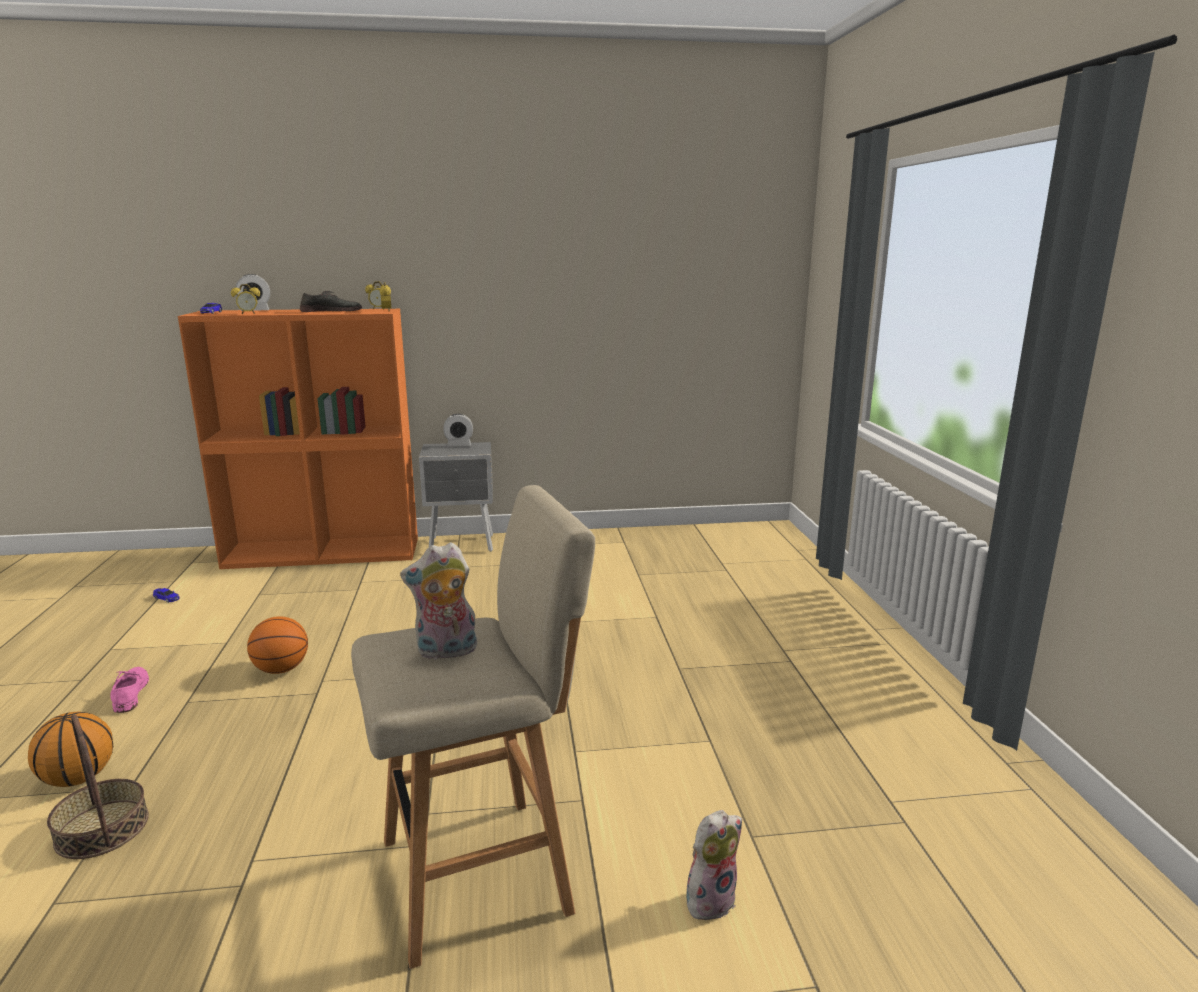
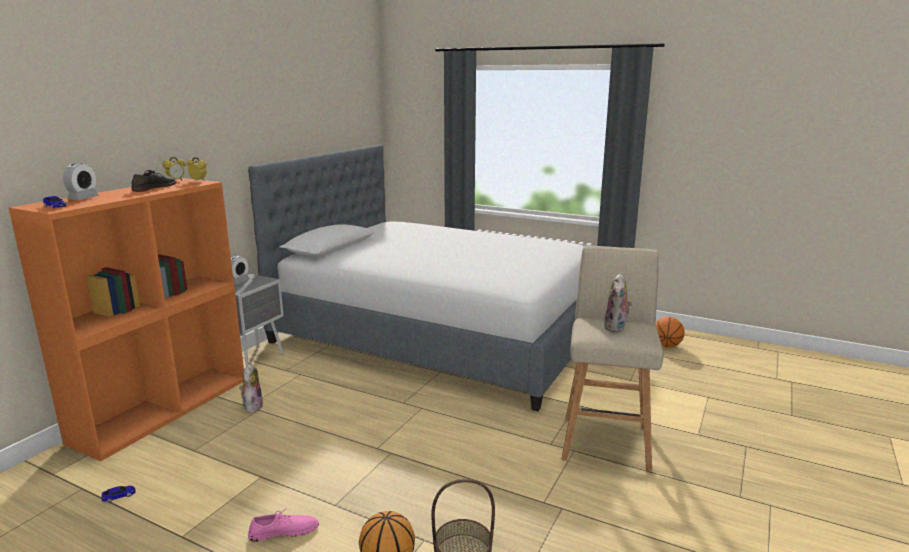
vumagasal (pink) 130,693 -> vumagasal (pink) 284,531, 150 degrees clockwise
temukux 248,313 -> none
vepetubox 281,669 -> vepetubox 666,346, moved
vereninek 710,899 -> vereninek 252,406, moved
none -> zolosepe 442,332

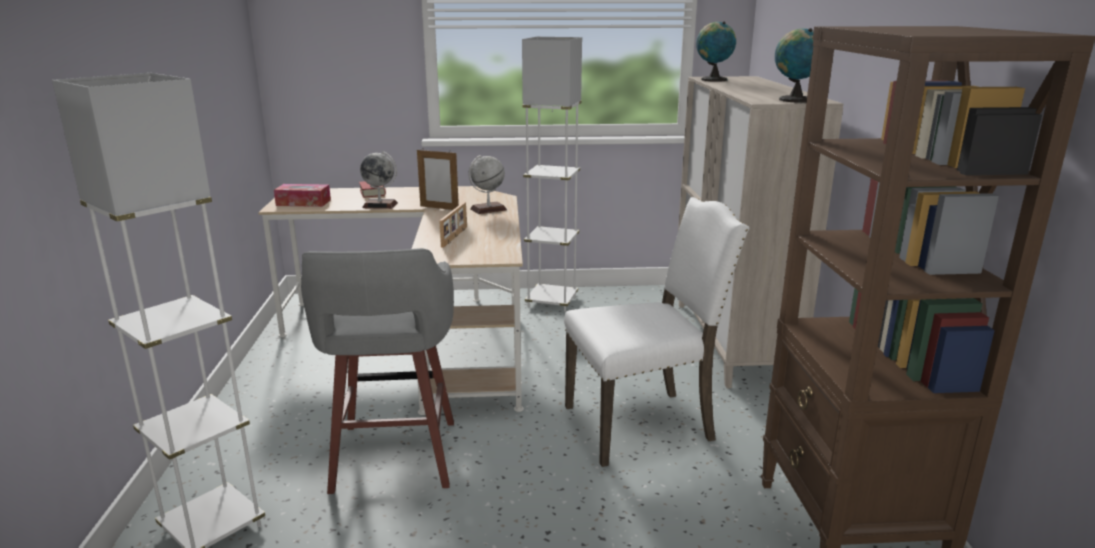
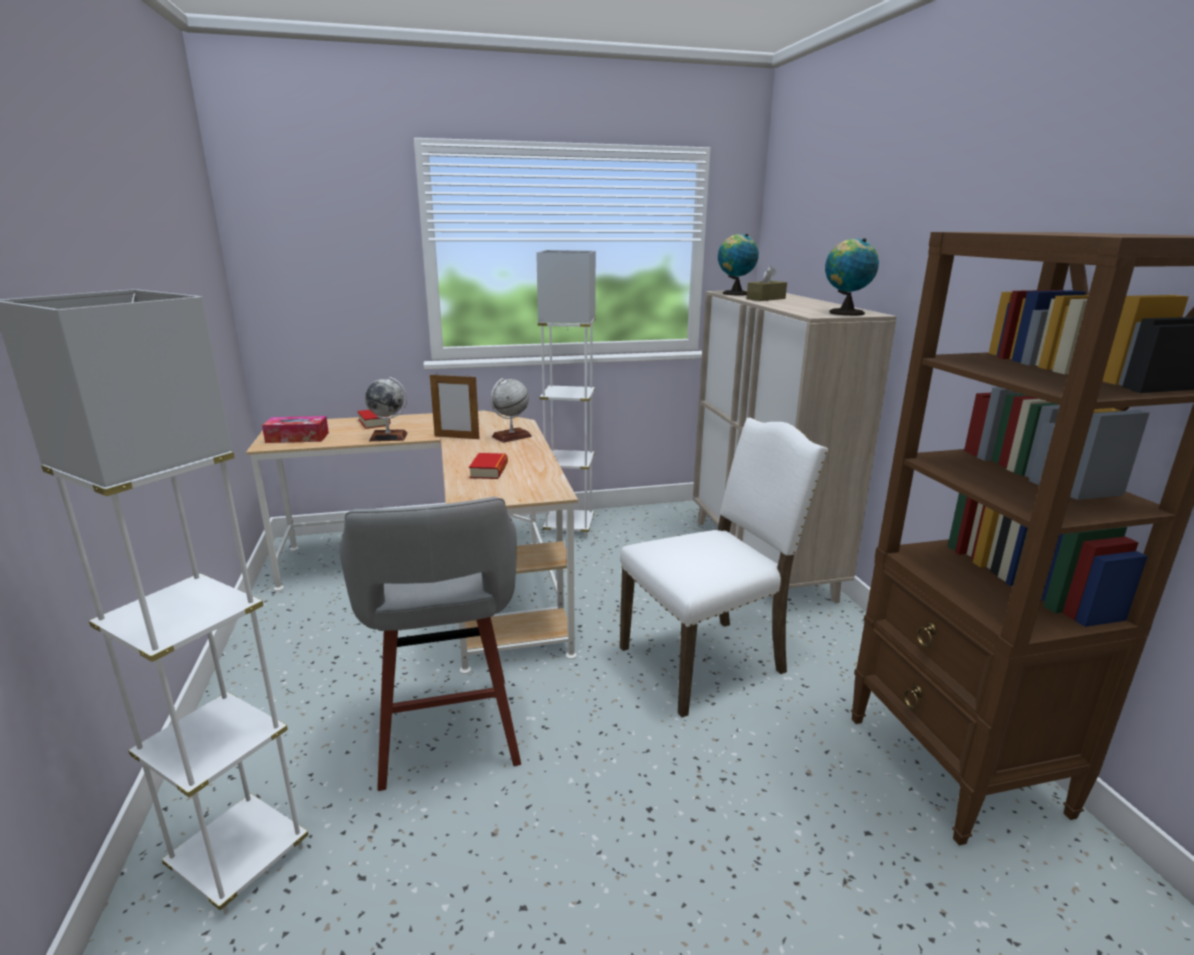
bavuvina 455,237 -> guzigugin 489,471
none -> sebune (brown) 766,299

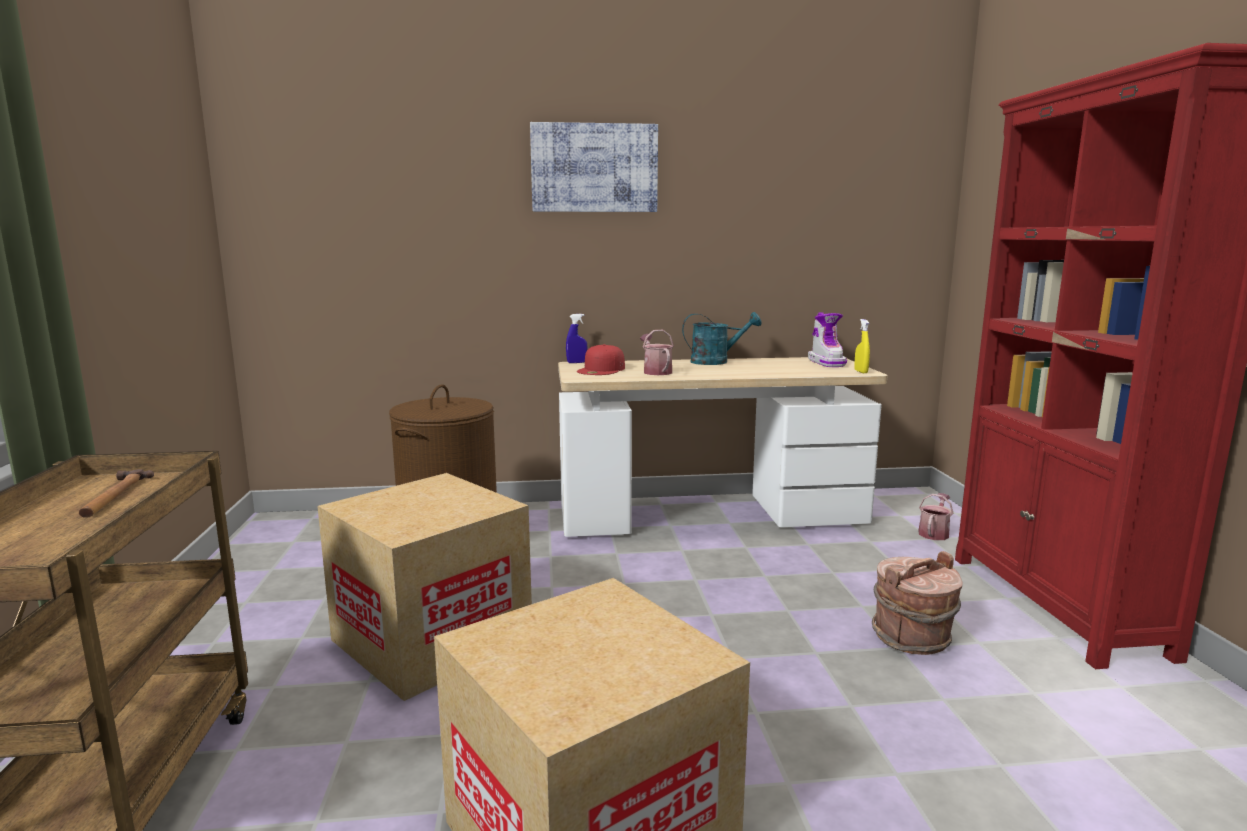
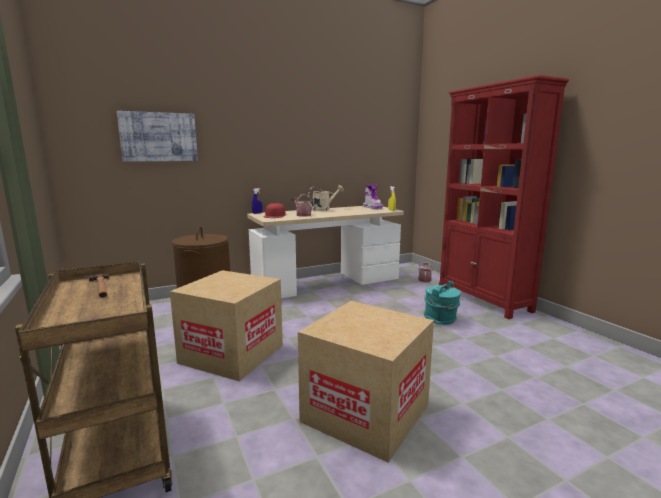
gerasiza 594,168 -> gerasiza 159,137, moved
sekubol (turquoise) 716,361 -> sekubol (beige) 324,209
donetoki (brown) 912,638 -> donetoki (turquoise) 440,319

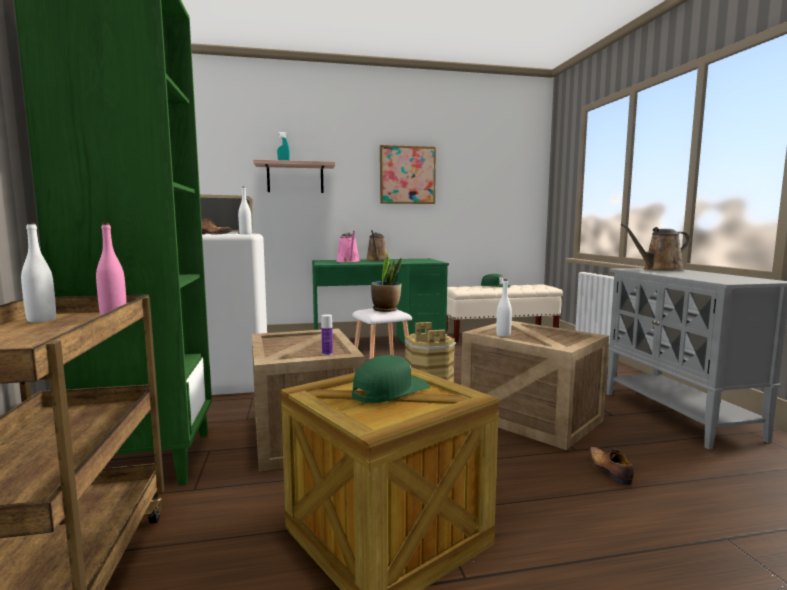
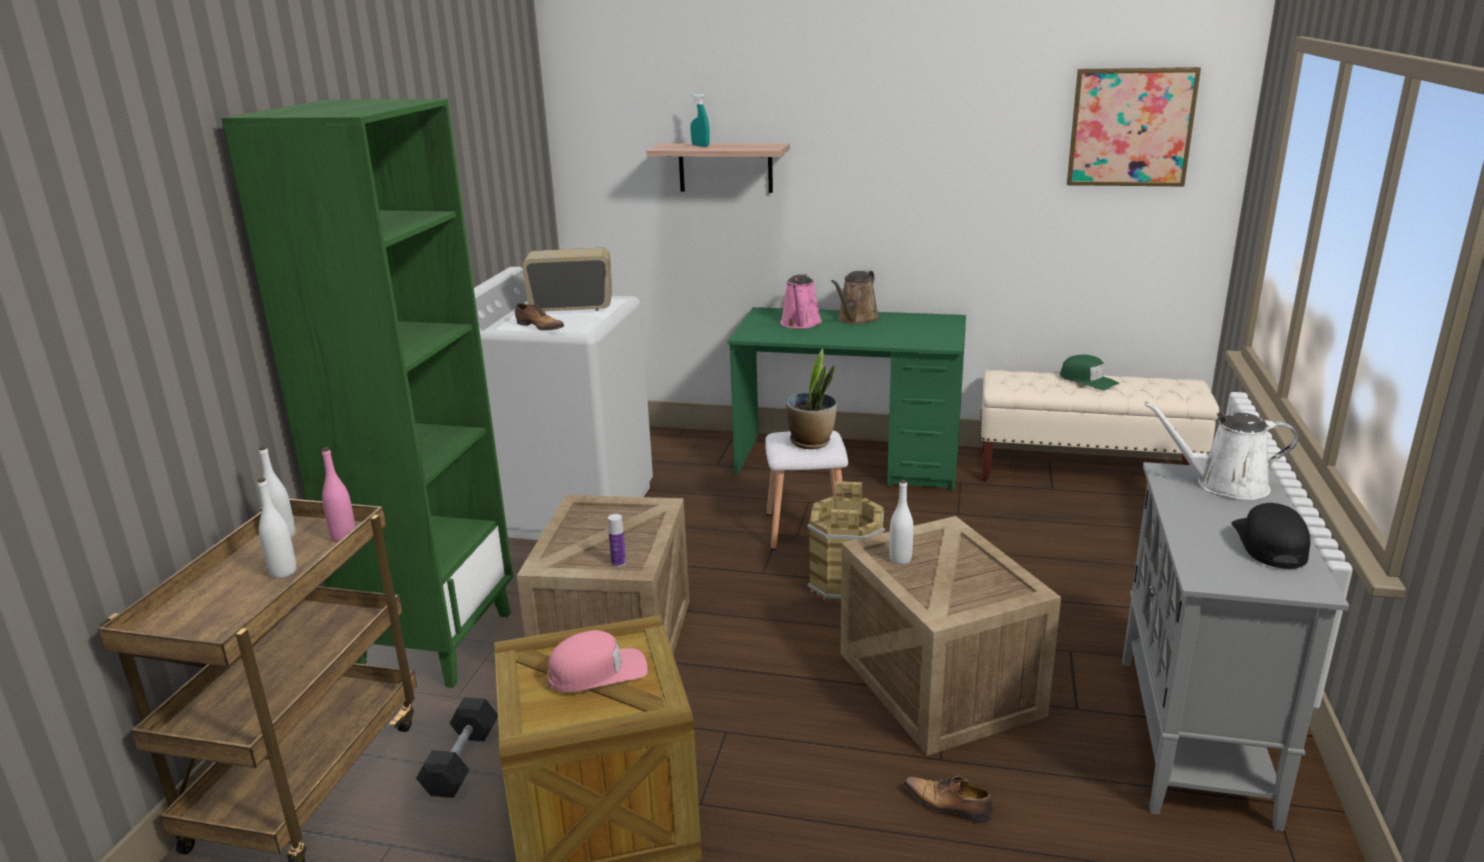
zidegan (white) 245,234 -> zidegan (white) 283,572, moved
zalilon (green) 390,391 -> zalilon (pink) 597,672
gerasiza 407,175 -> gerasiza 1130,127, moved
vumagasal 609,470 -> vumagasal 948,805, 75 degrees counterclockwise
sekubol (brown) 659,269 -> sekubol (white) 1224,485
none -> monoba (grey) 461,761
none -> zalilon (black) 1269,544

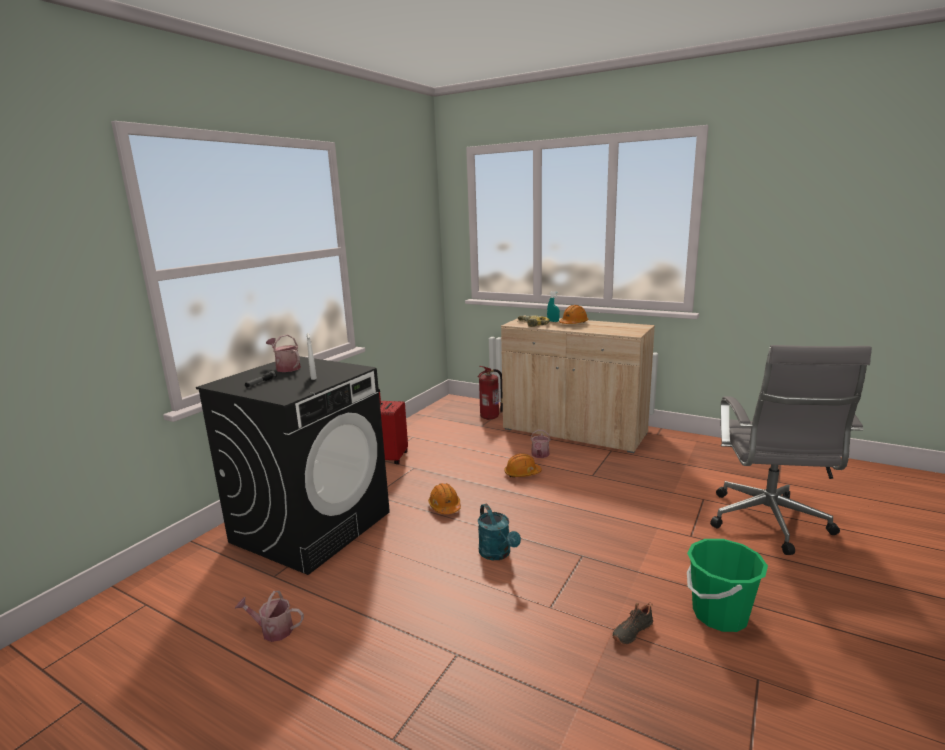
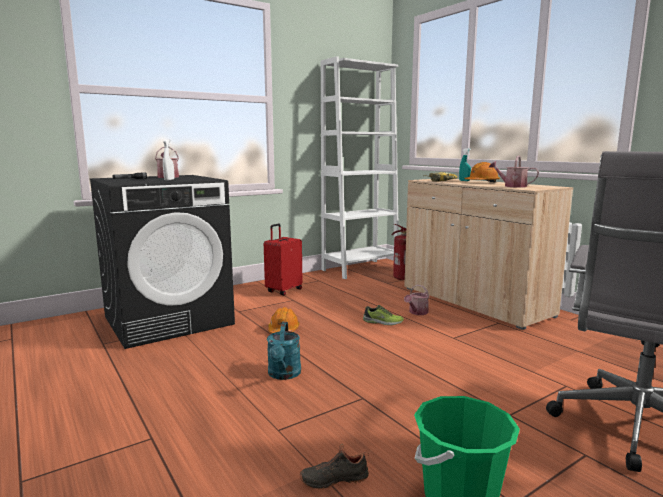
sekubol 273,630 -> sekubol 512,186, moved
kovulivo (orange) 522,473 -> vumagasal 382,322
none -> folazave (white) 360,269

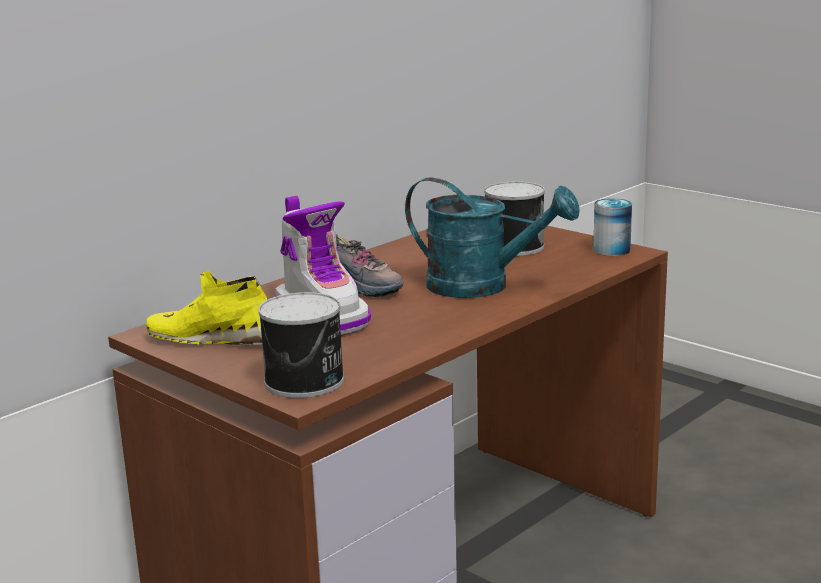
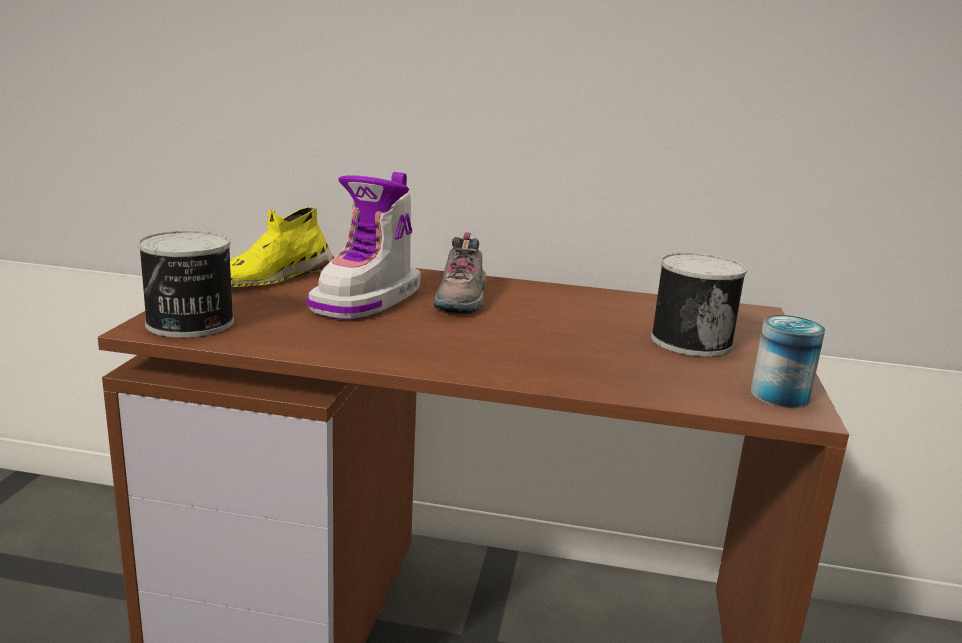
vumagasal (yellow) 216,339 -> vumagasal (yellow) 273,278, 120 degrees counterclockwise
sekubol (turquoise) 482,286 -> none

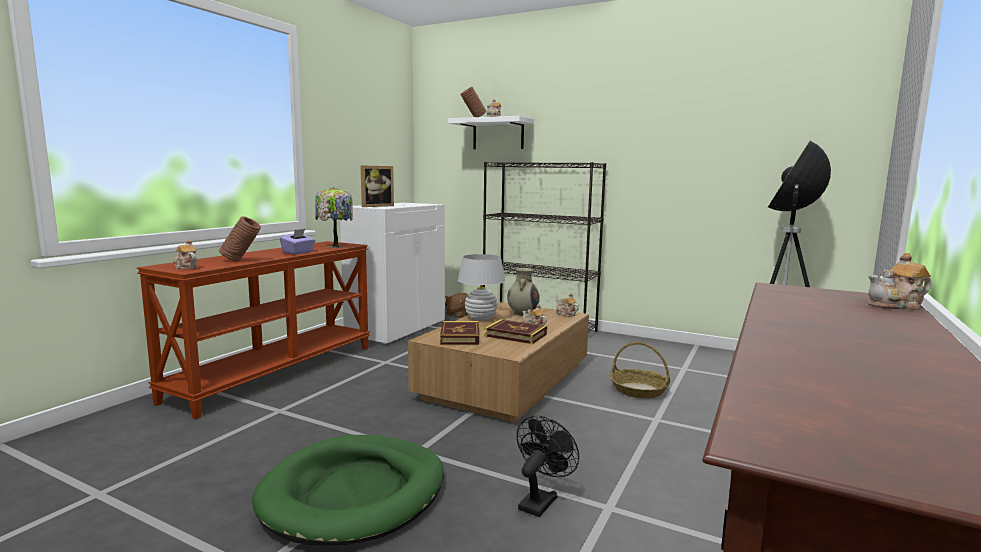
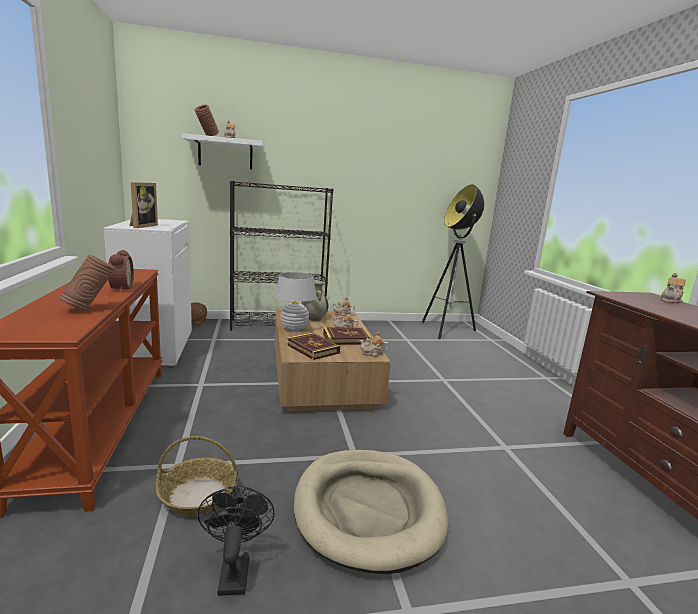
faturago 185,267 -> faturago 372,354, moved
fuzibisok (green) 354,493 -> fuzibisok (beige) 368,510
sebune (purple) 298,252 -> temukux 119,288
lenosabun 334,247 -> none
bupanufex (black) 540,500 -> bupanufex (black) 234,569, moved
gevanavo 639,390 -> gevanavo 199,494, moved

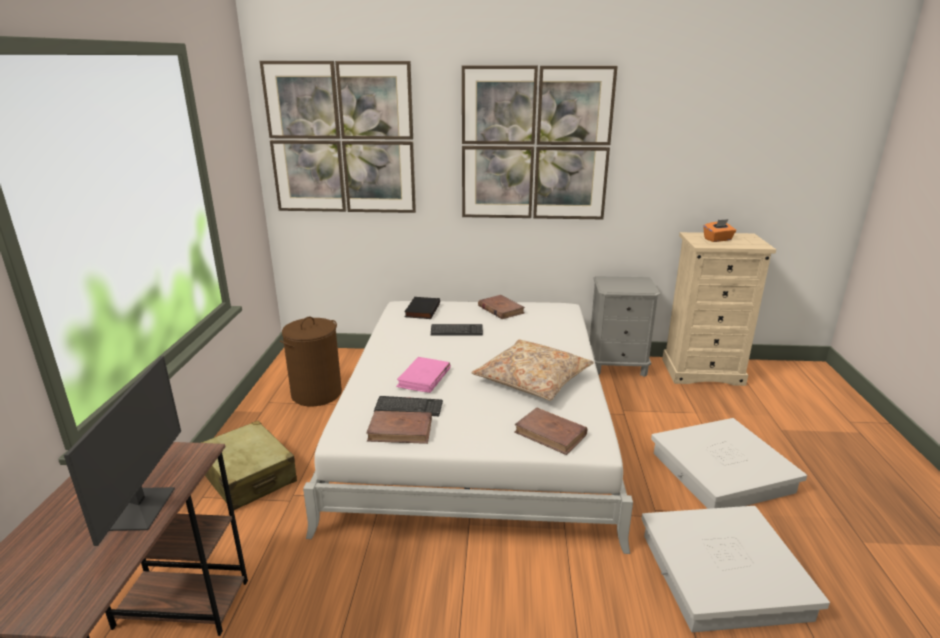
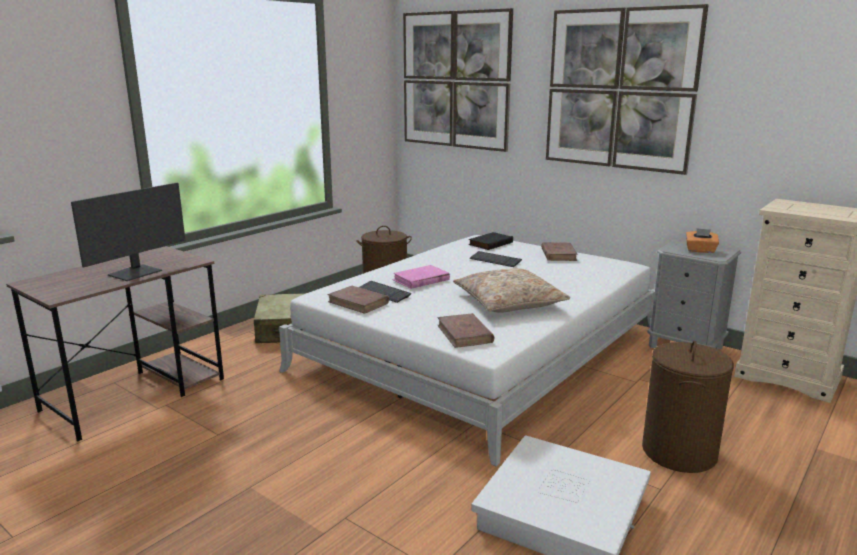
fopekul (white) 721,471 -> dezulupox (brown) 679,452
sebune (orange) 718,239 -> sebune (orange) 700,250, moved

